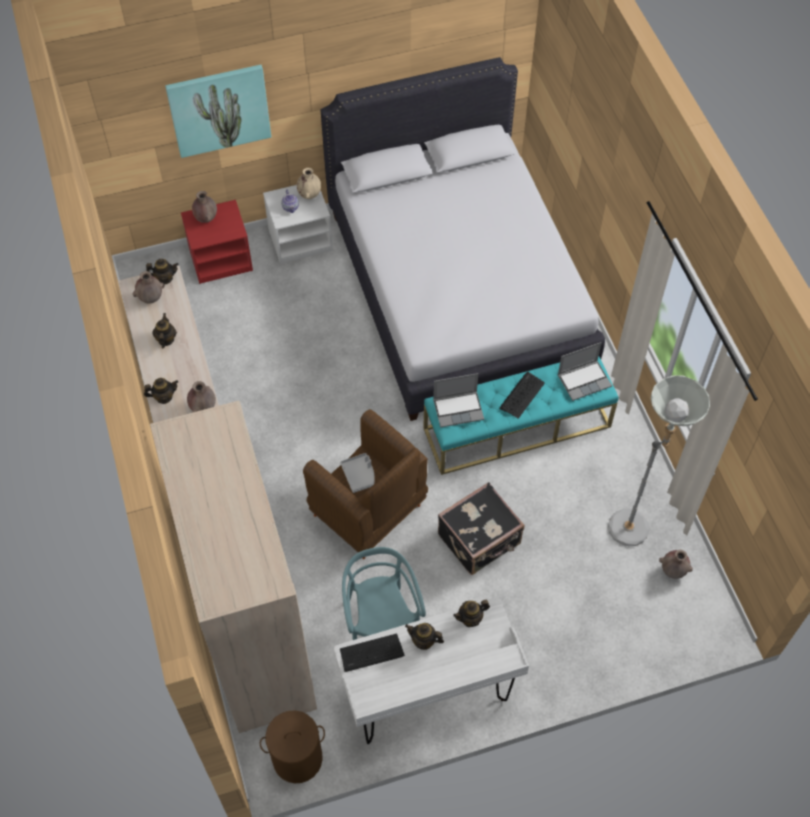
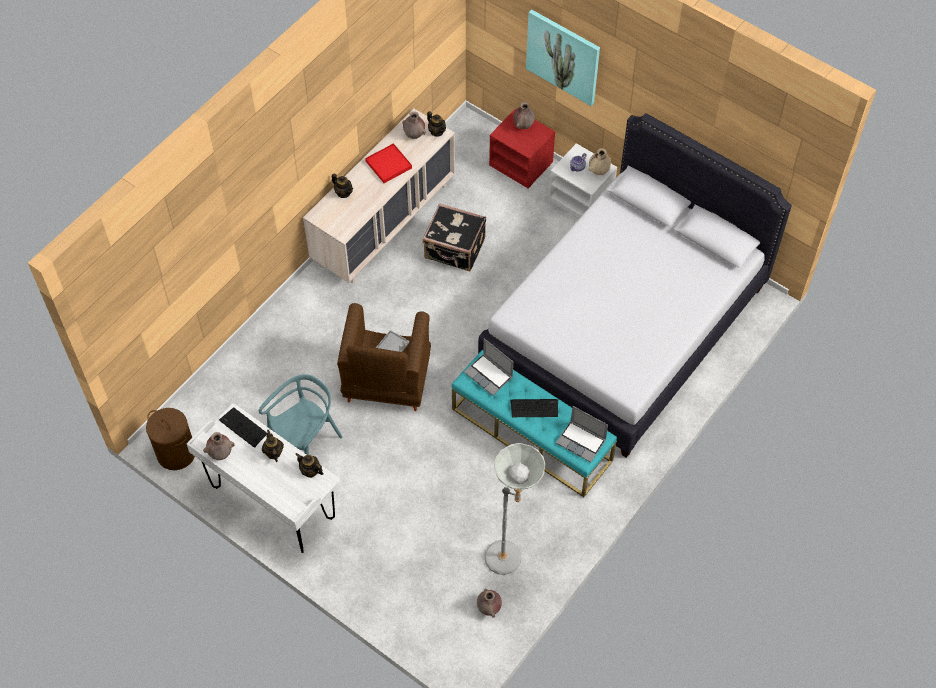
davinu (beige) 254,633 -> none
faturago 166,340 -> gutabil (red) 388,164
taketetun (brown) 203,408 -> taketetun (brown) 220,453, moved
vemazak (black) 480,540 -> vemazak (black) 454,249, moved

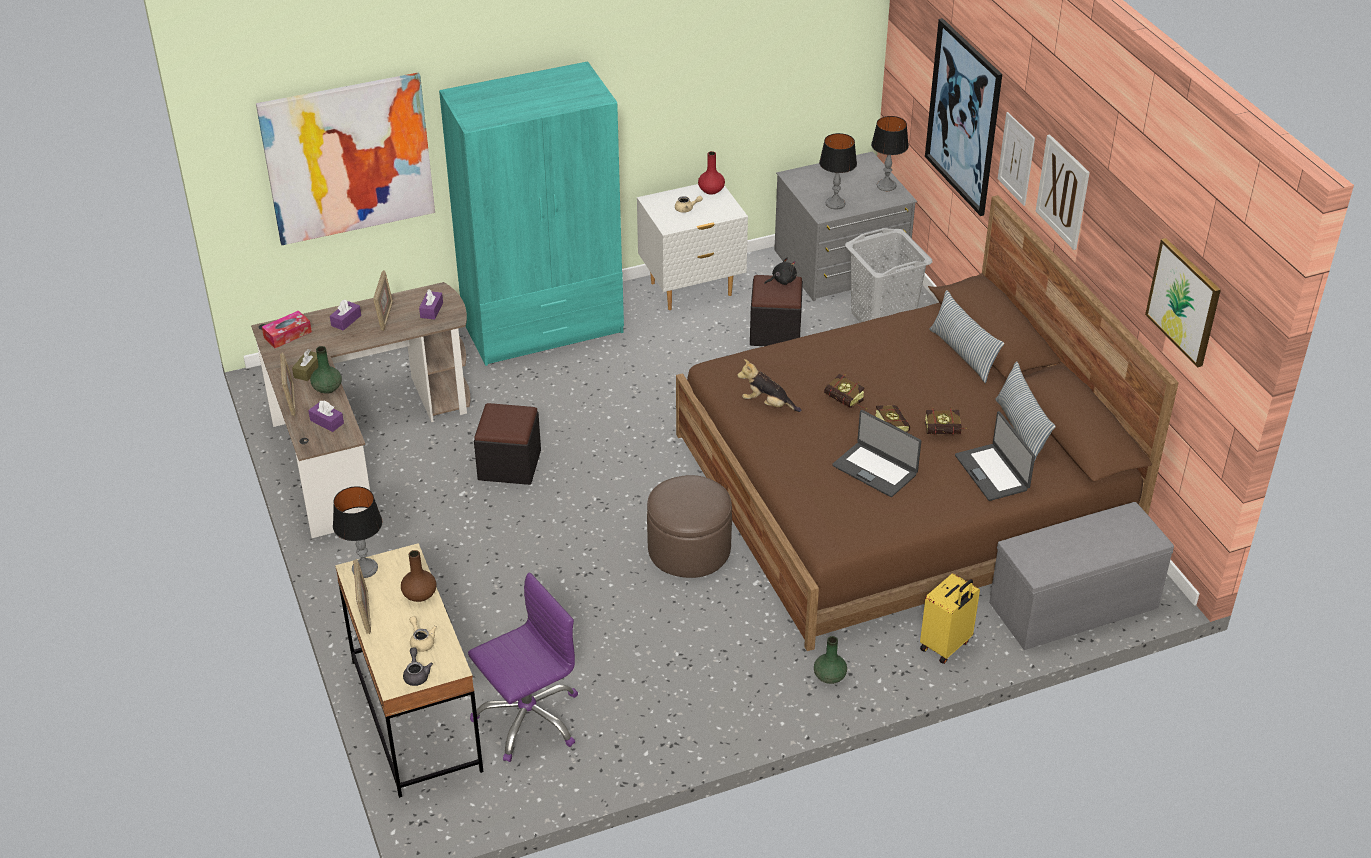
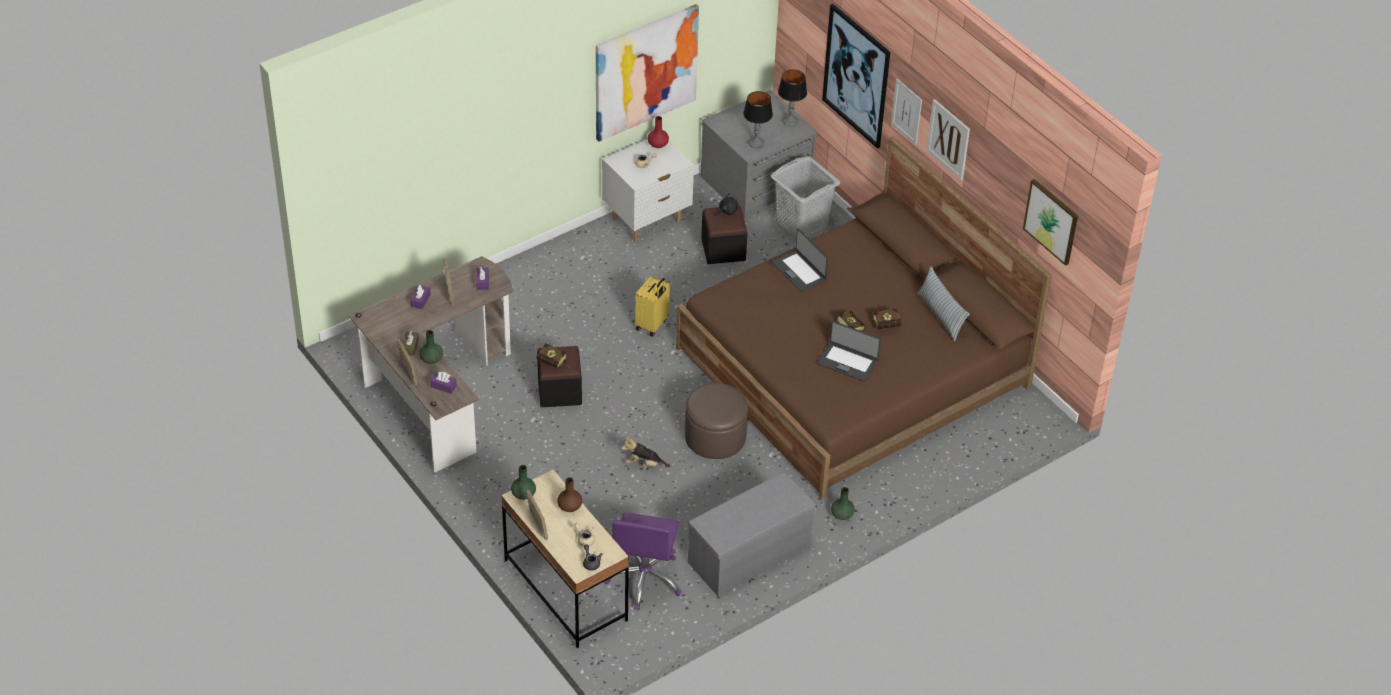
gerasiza 348,158 -> gerasiza 645,71, moved
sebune 287,335 -> none
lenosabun 364,569 -> taketetun (green) 523,494
davinu (turquoise) 543,327 -> none
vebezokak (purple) 528,719 -> vebezokak (purple) 645,579, 150 degrees clockwise
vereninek 767,404 -> vereninek 644,464, moved
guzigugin 846,403 -> guzigugin 554,364, moved
vemazak (yellow) 946,646 -> vemazak (yellow) 652,325, moved
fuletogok 963,354 -> none
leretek 992,472 -> leretek 799,271, moved
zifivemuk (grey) 1073,606 -> zifivemuk (grey) 749,555, moved

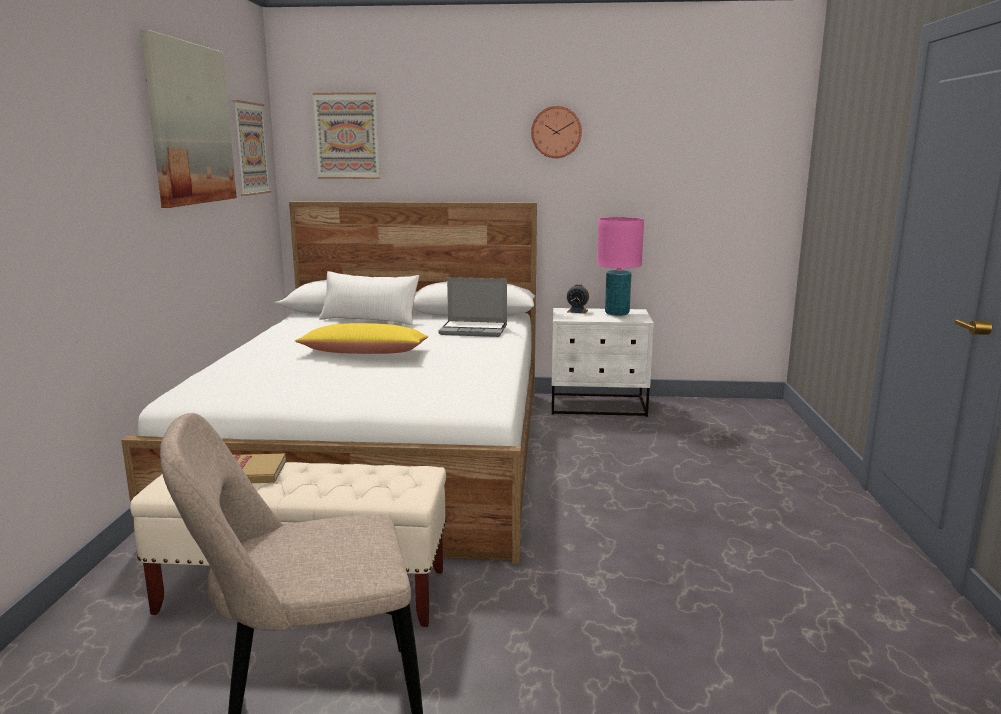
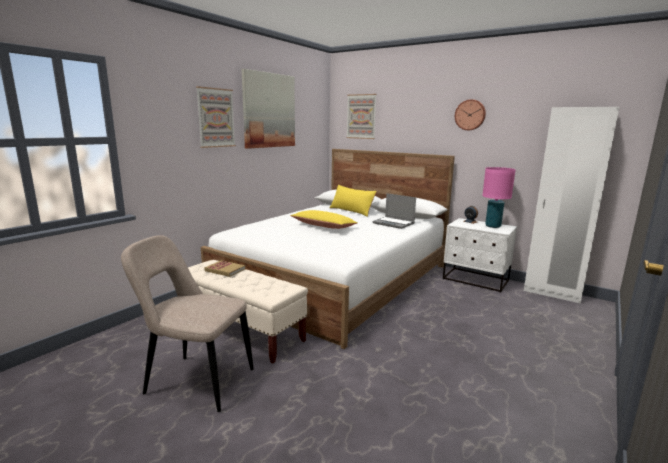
gerasiza 250,148 -> gerasiza 216,118, moved
fuletogok (white) 369,319 -> fuletogok (yellow) 351,211
none -> davinu (white) 552,293

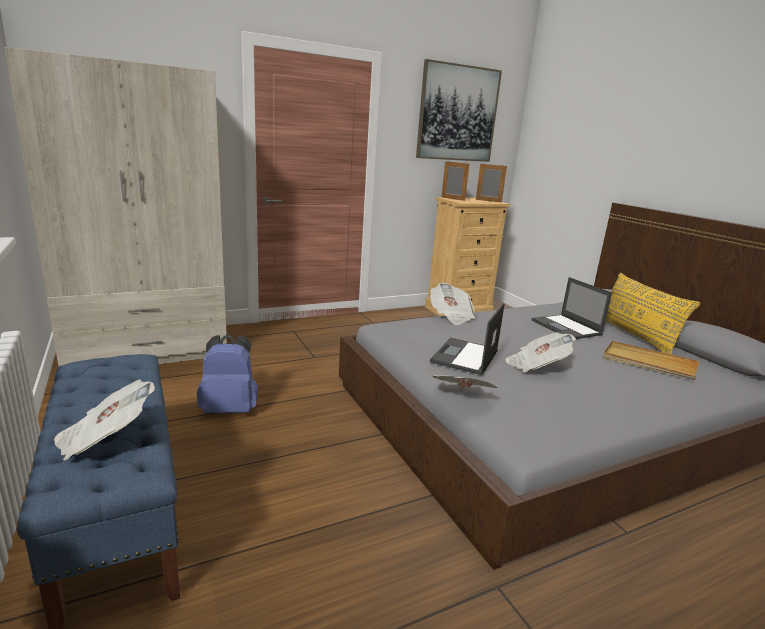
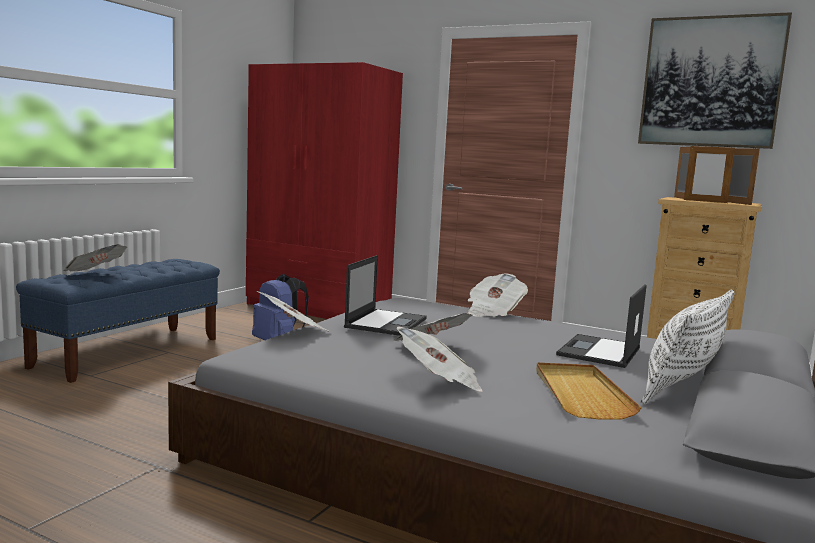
davinu (beige) 148,350 -> davinu (red) 318,308
leretek 465,357 -> leretek 386,322, 120 degrees clockwise
fuletogok (yellow) 635,336 -> fuletogok (white) 682,386
none -> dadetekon 439,382
none -> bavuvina 705,201

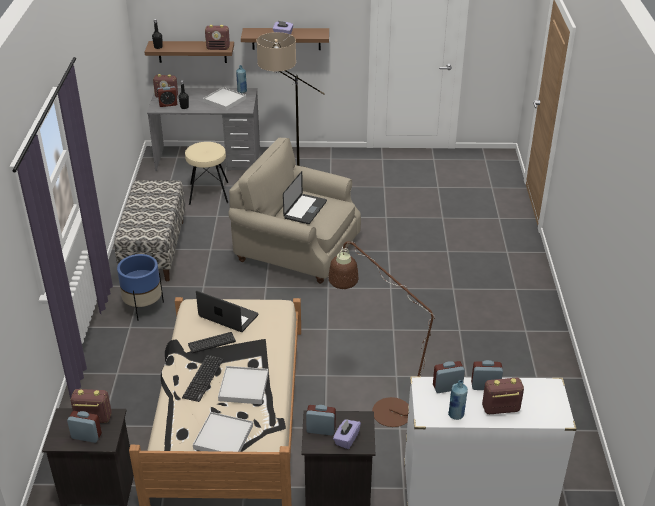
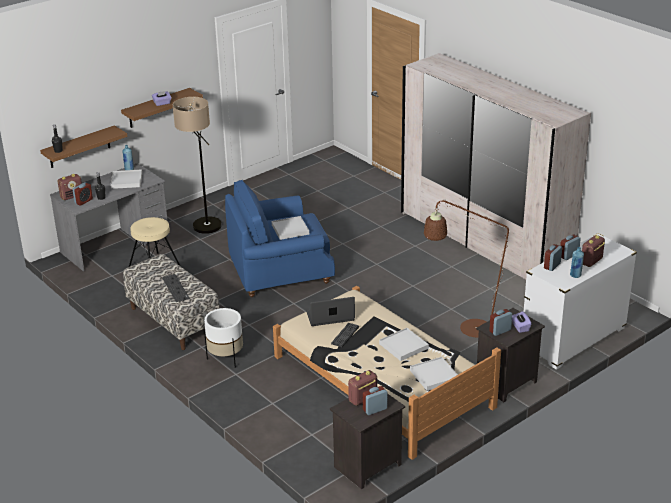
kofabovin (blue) 143,307 -> kofabovin (white) 225,358
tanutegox 203,378 -> tanutegox 175,288, moved
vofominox 218,48 -> none
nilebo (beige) 296,250 -> nilebo (blue) 280,272
leretek 305,210 -> gutabil (white) 290,229
none -> davinu (white) 484,242

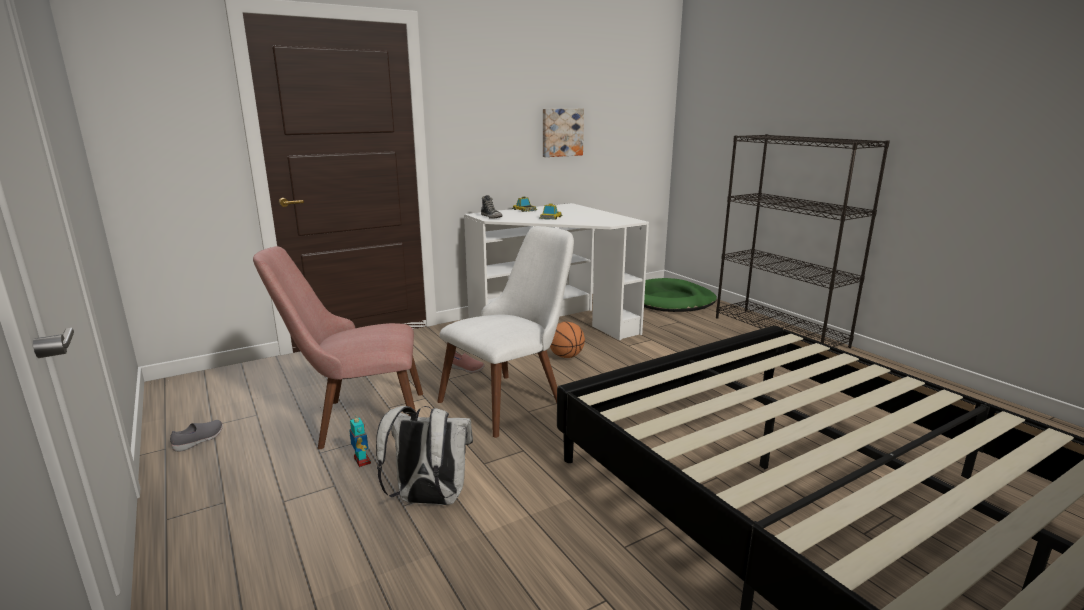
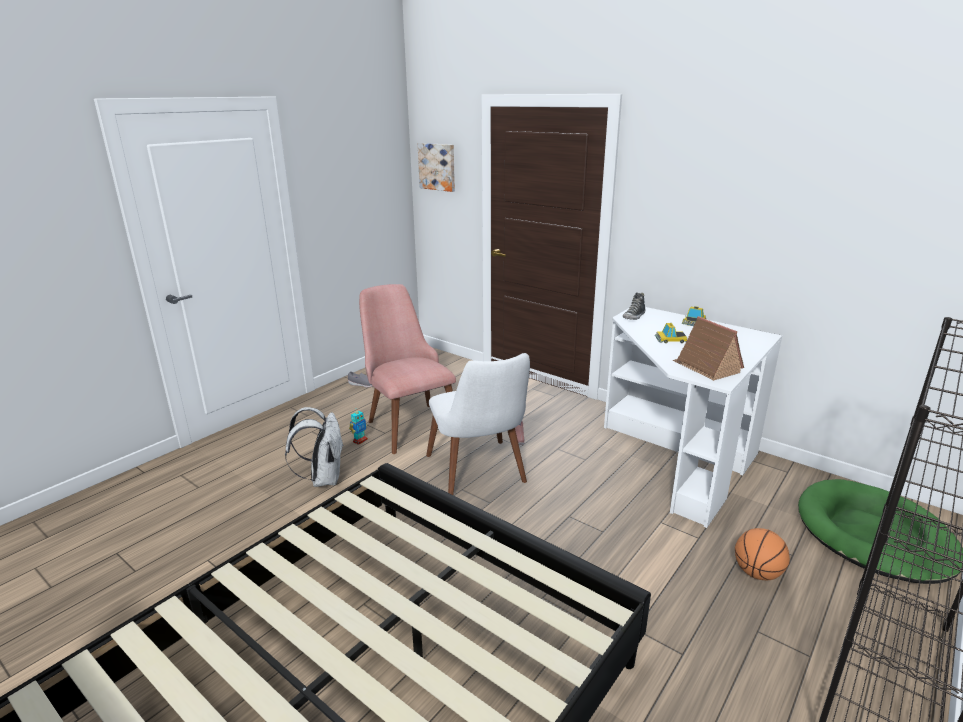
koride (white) 512,398 -> koride (white) 481,475, 45 degrees clockwise
gerasiza 561,132 -> gerasiza 437,166, moved
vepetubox 566,356 -> vepetubox 757,573, moved
none -> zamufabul 706,367

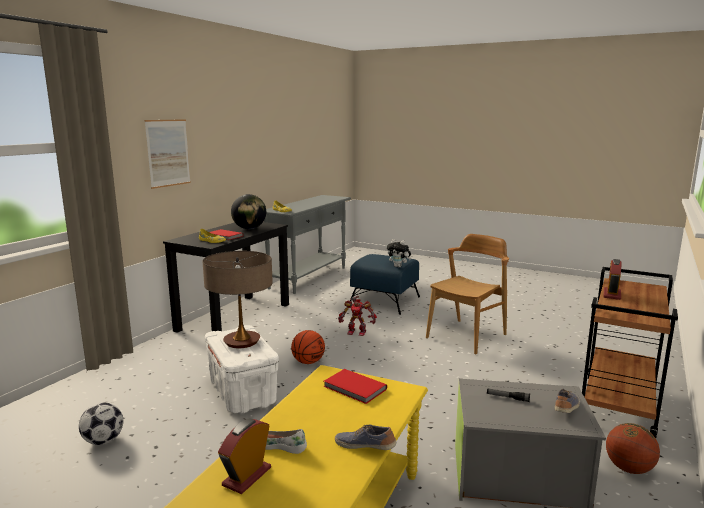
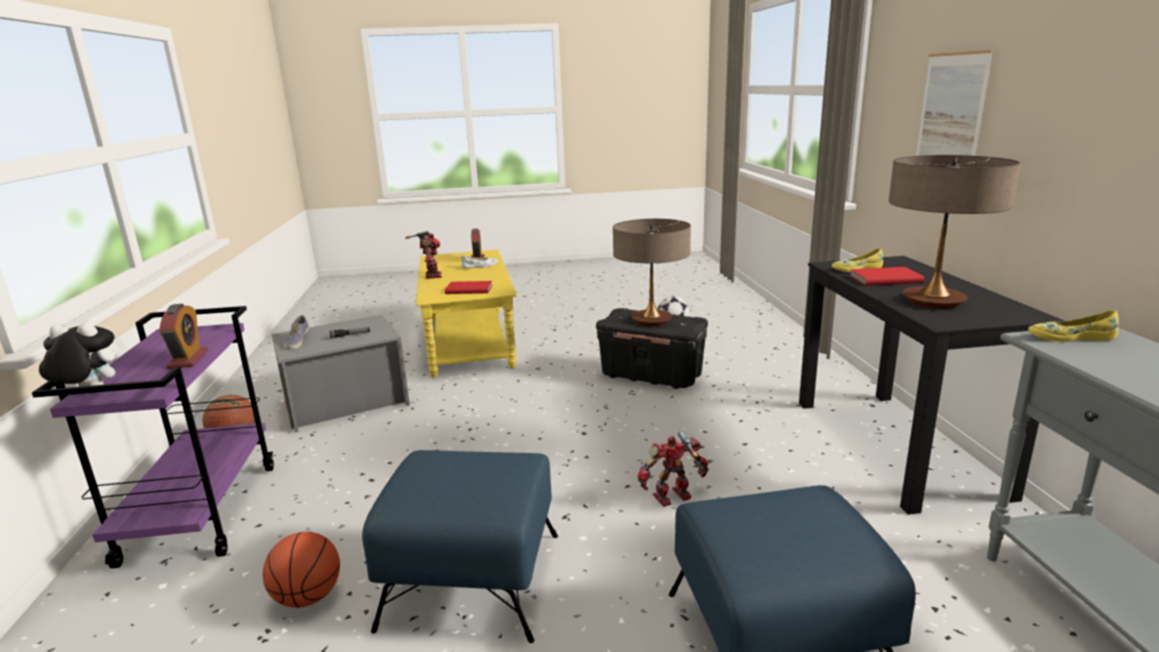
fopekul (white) 242,392 -> fopekul (black) 652,375
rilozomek 249,228 -> lenosabun 933,301
vepetubox 308,362 -> vepetubox 308,597, moved
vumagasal 365,446 -> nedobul 431,275
vereninek 399,266 -> vereninek 88,393, moved
koride (brown) 467,336 -> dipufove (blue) 471,578
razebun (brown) 618,407 -> razebun (purple) 201,512

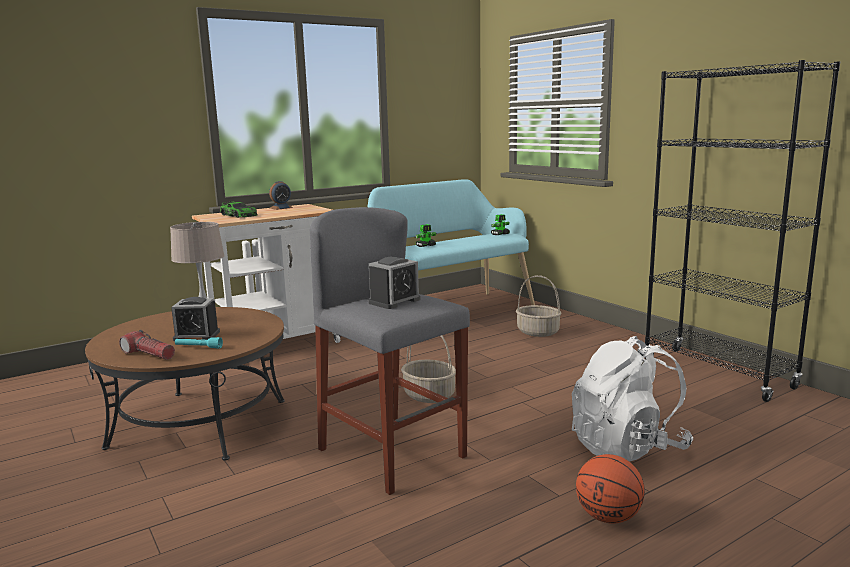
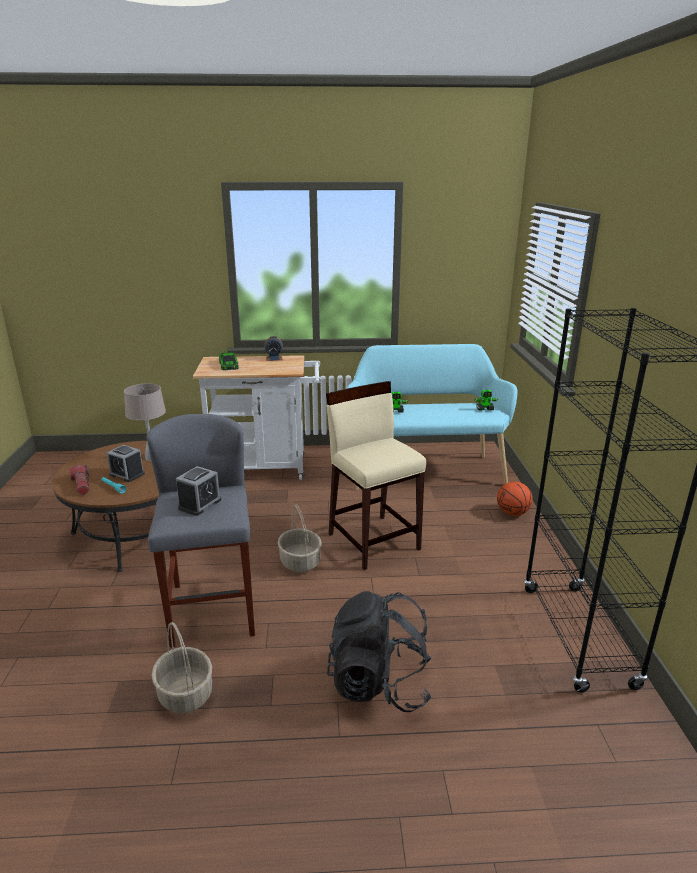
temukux 394,301 -> temukux 200,504, 45 degrees counterclockwise
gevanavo 537,332 -> gevanavo 184,694, moved
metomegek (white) 627,447 -> metomegek (black) 379,683
vepetubox 608,517 -> vepetubox 512,513, moved
none -> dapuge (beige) 374,541

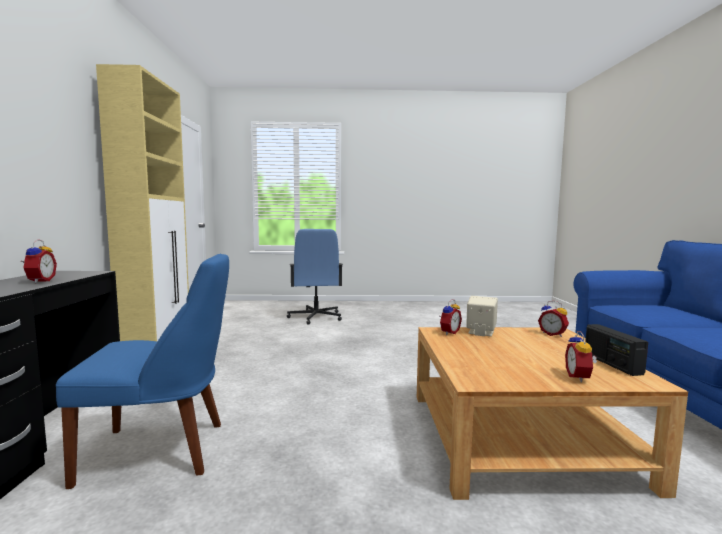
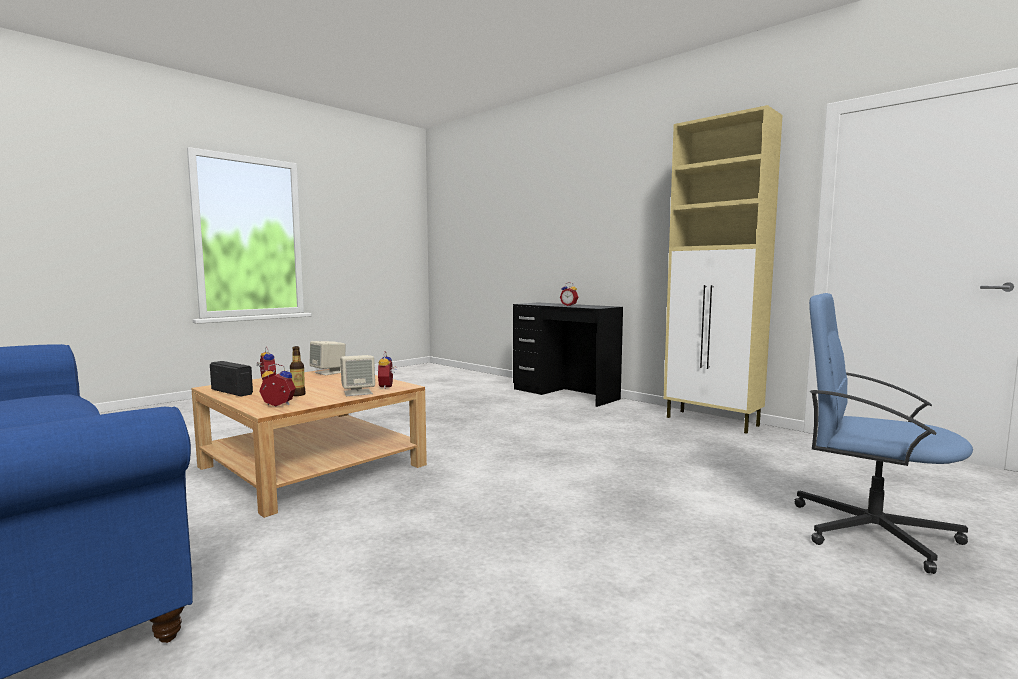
koride (blue) 162,451 -> none
none -> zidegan 298,394
none -> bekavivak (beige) 328,372

